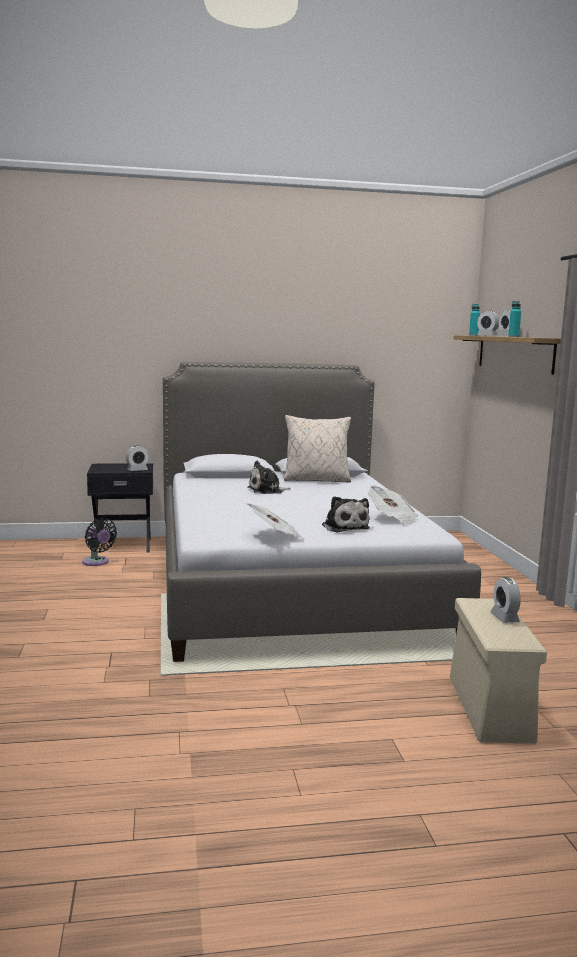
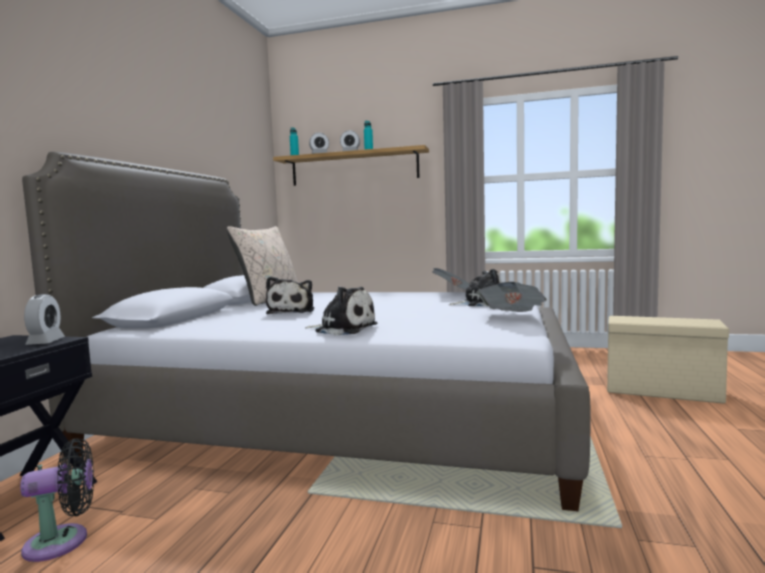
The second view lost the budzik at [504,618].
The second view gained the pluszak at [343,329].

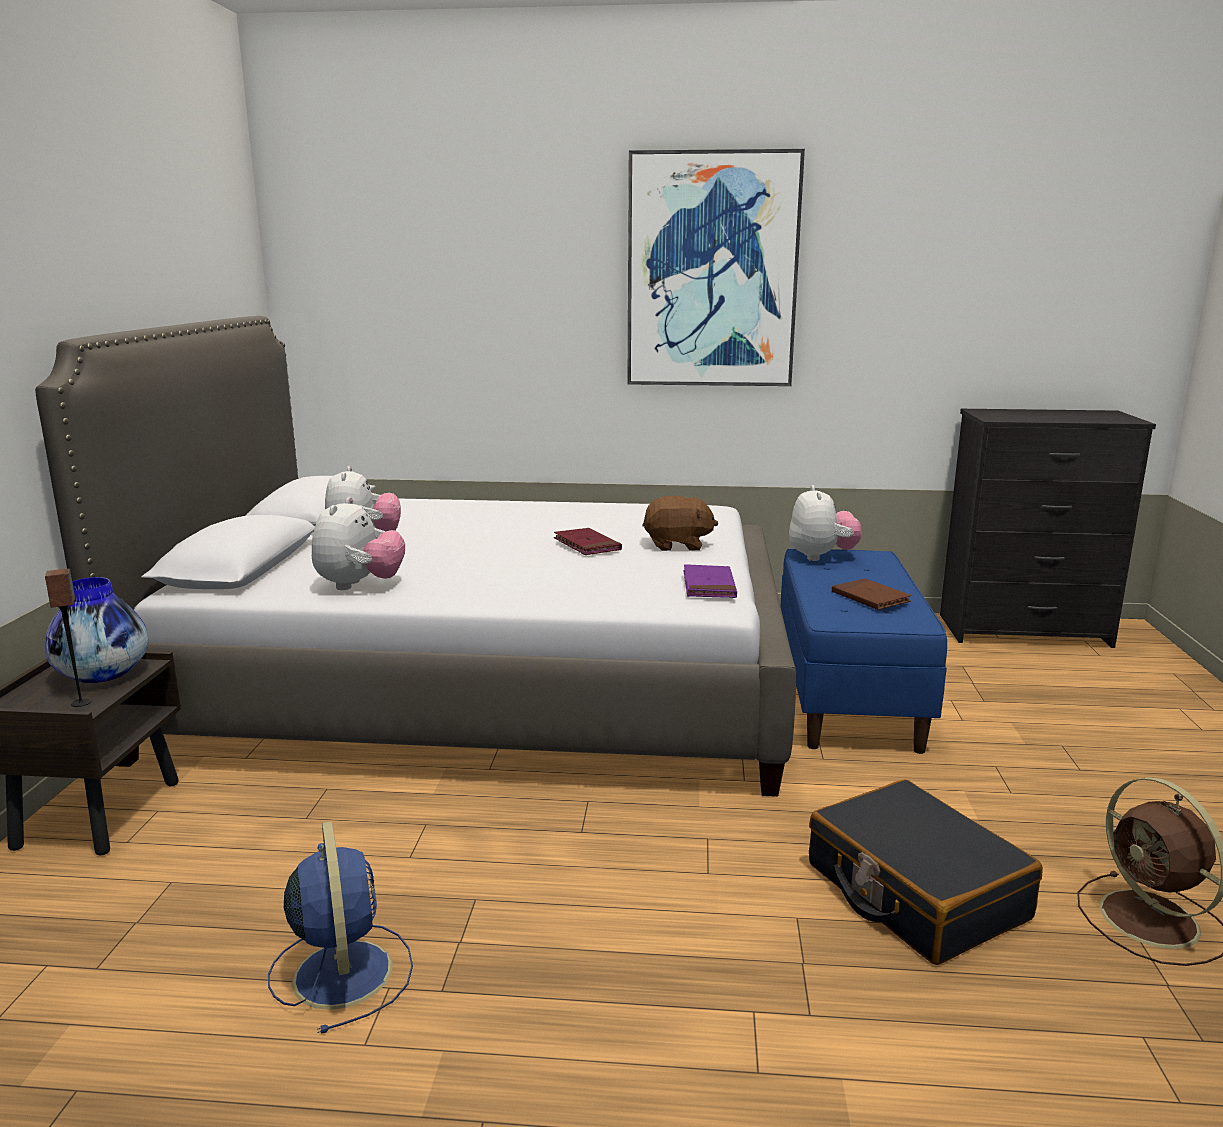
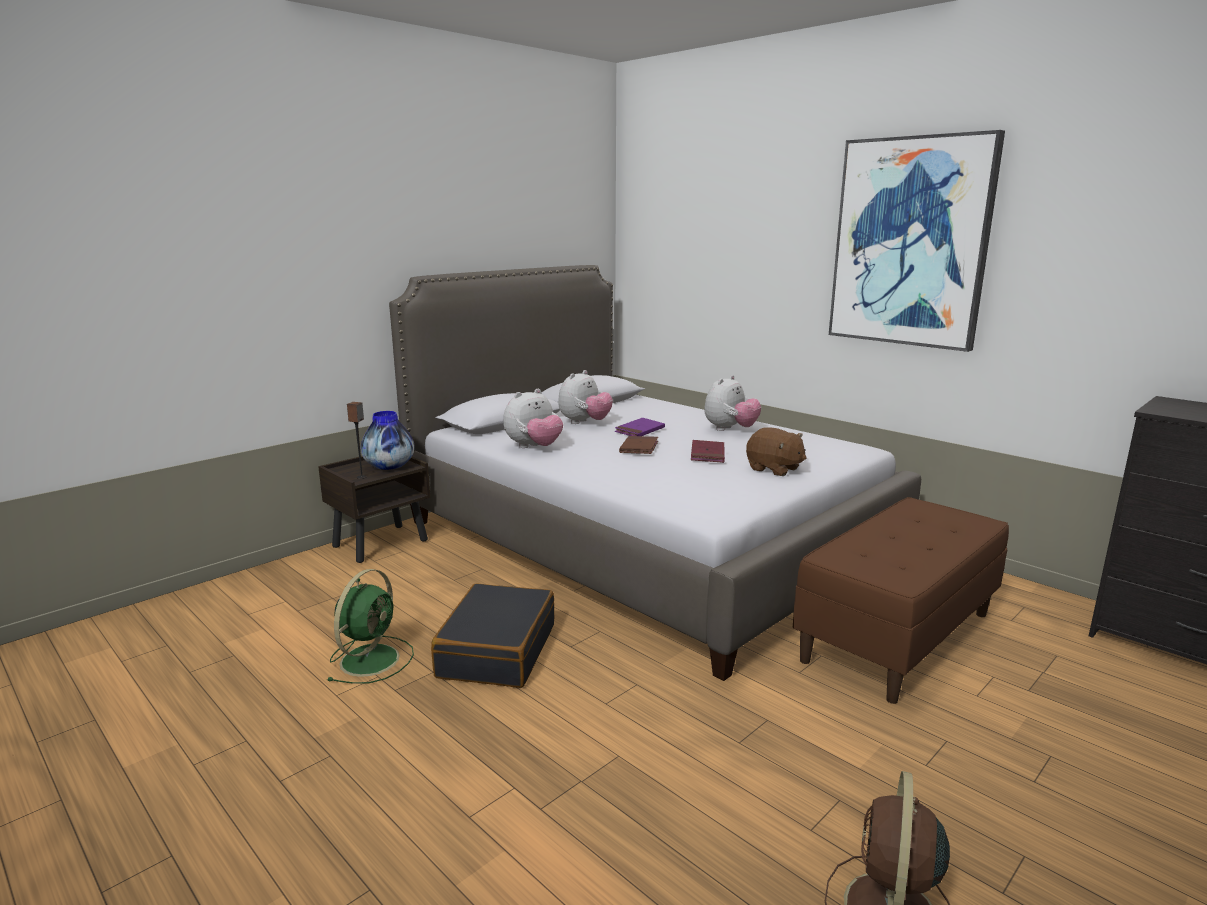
What was the wentylator/niebieski at [342,971] turned into the wentylator/zielony at [371,658].
The książka/fioletowy ended up elsewhere, having gone from [709,585] to [640,430].
What was the ławka/niebieski at [846,693] turned into the ławka/brązowy at [897,636].
The pluszak ended up elsewhere, having gone from [821,557] to [730,429].
The walizka/czarny ended up elsewhere, having gone from [914,892] to [496,650].
The książka/brązowy ended up elsewhere, having gone from [870,598] to [639,448].

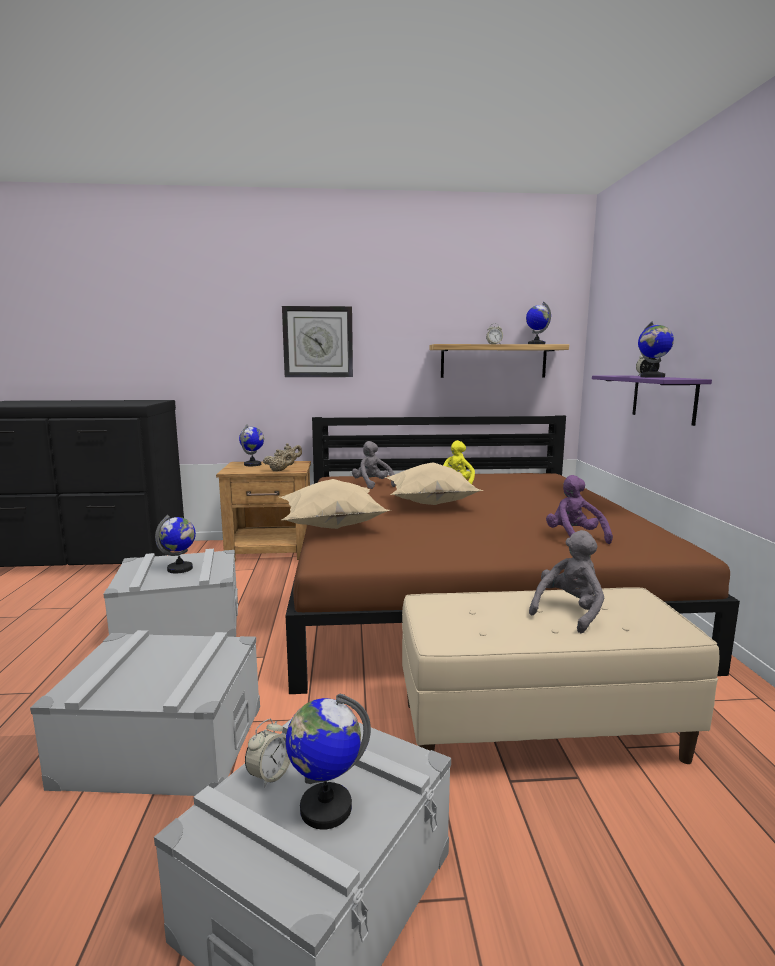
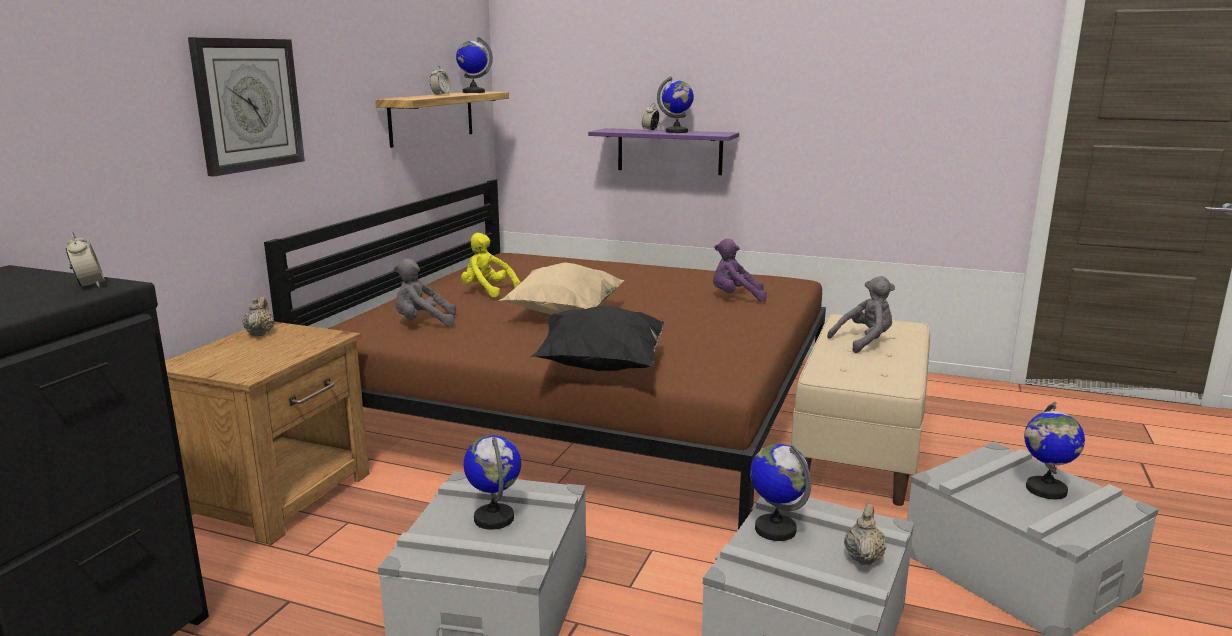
The globus ended up elsewhere, having gone from [253,464] to [775,529].
The budzik ended up elsewhere, having gone from [269,775] to [89,285].
The imbryk/beżowy ended up elsewhere, having gone from [279,471] to [863,557].
What was the poduszka/beżowy at [331,527] turned into the poduszka/czarny at [601,369].
The pluszak/szary at [569,612] ended up facing another way, 90 degrees clockwise from before.

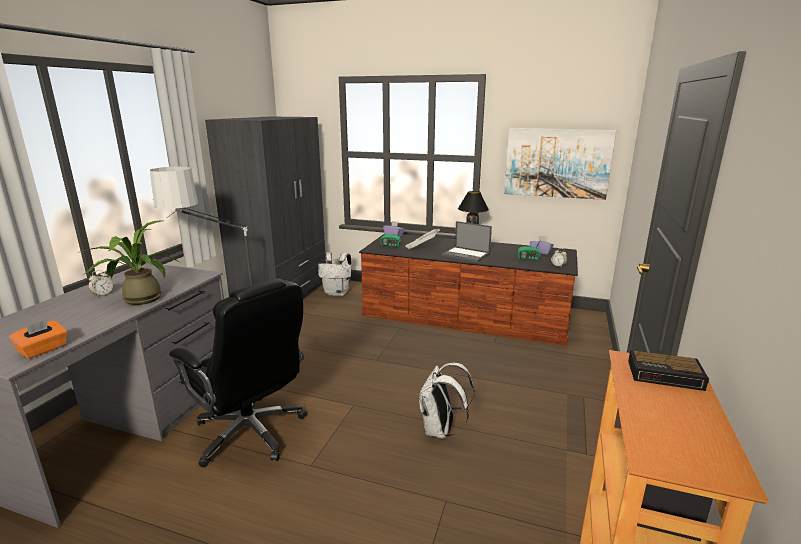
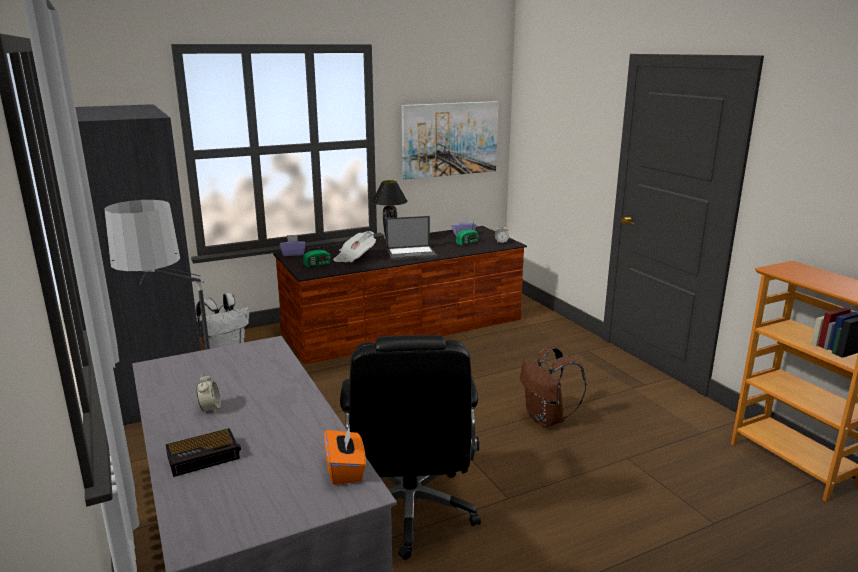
The second view lost the roślina doniczkowa at [138,299].
The krzesło biurowe/czarny at [251,433] ended up facing another way, 90 degrees clockwise from before.
What was the plecak/biały at [440,430] turned into the plecak/brązowy at [547,419].
The budzik ended up elsewhere, having gone from [666,375] to [205,456].

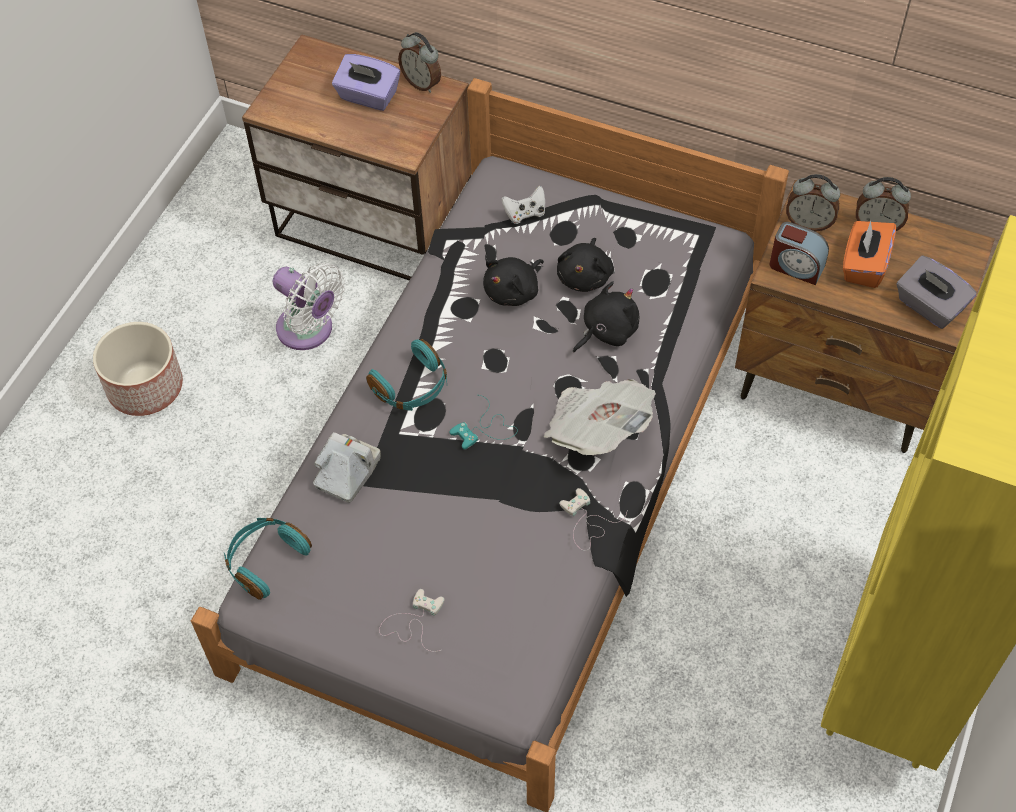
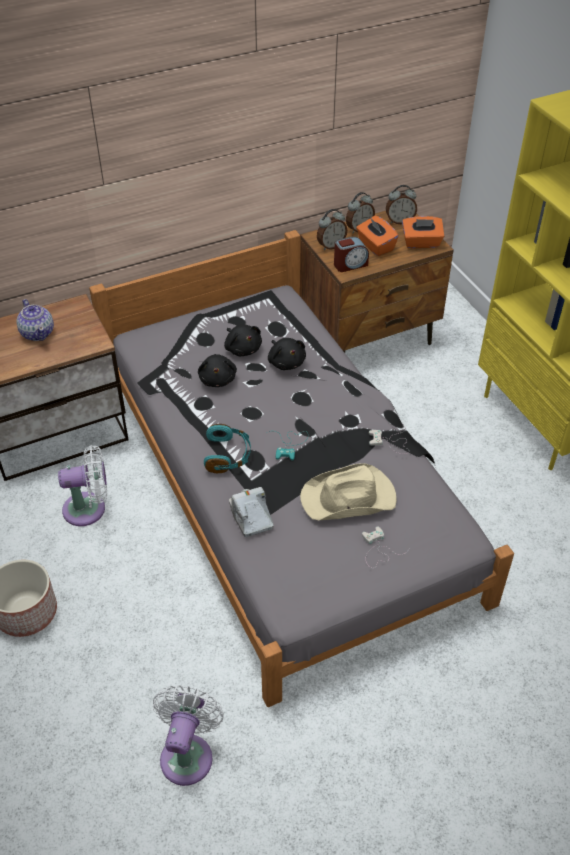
The second view lost the słuchawki/turkusowy at [265,561].
Where the pudełko chusteczek/fioletowy stood at [368,96], the imbryk came to stand at [38,333].
The budzik ended up elsewhere, having gone from [422,83] to [399,221].
The second view lost the pad do gier/biały at [525,213].
The second view lost the gazeta at [597,429].
The pluszak/czarny at [606,331] ended up facing another way, 150 degrees clockwise from before.
What was the pudełko chusteczek/szary at [929,306] turned into the pudełko chusteczek/pomarańczowy at [421,243].
The second view gained the wentylator/biały at [188,753].
The second view gained the kapelusz/beżowy at [349,498].

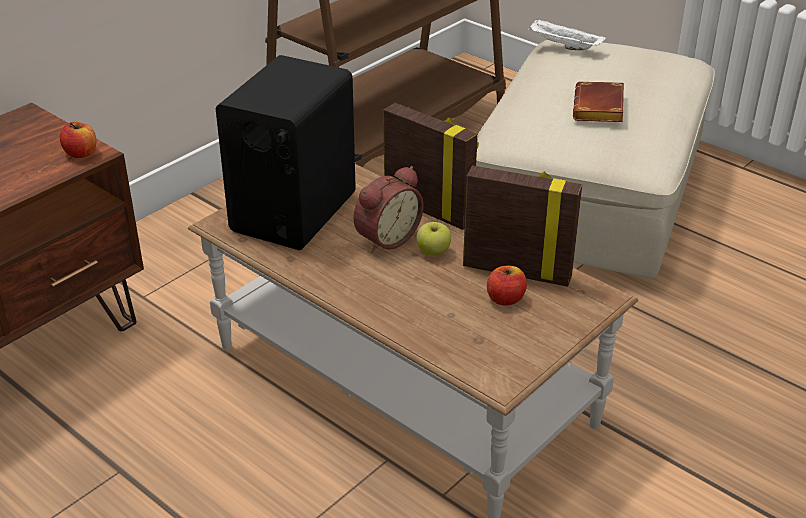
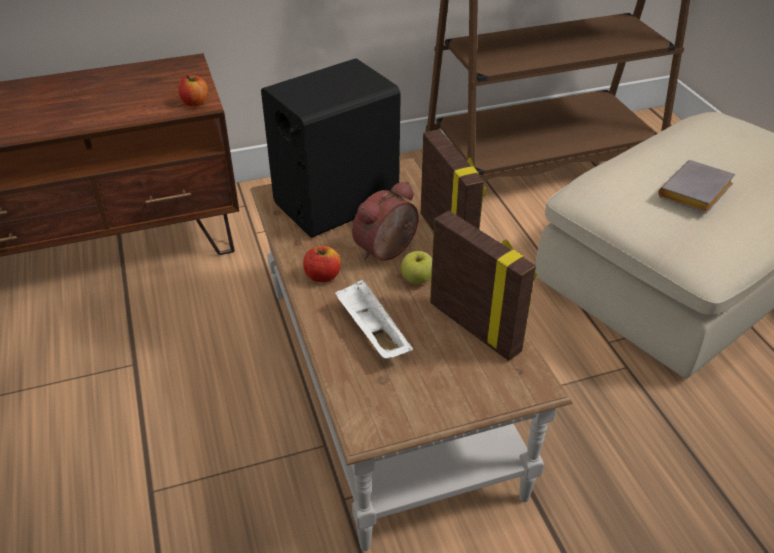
The budzik at [386,238] ended up facing another way, 150 degrees clockwise from before.
The jabłko ended up elsewhere, having gone from [505,299] to [323,276].
The taca/biały ended up elsewhere, having gone from [563,46] to [371,332].
What was the książka/brązowy at [600,109] turned into the książka/szary at [696,194].

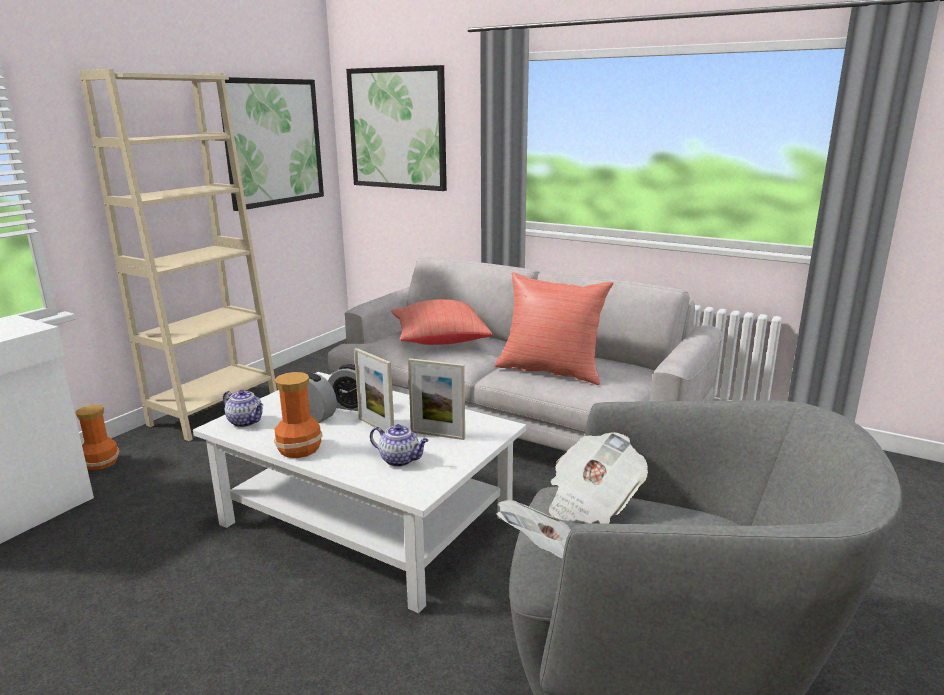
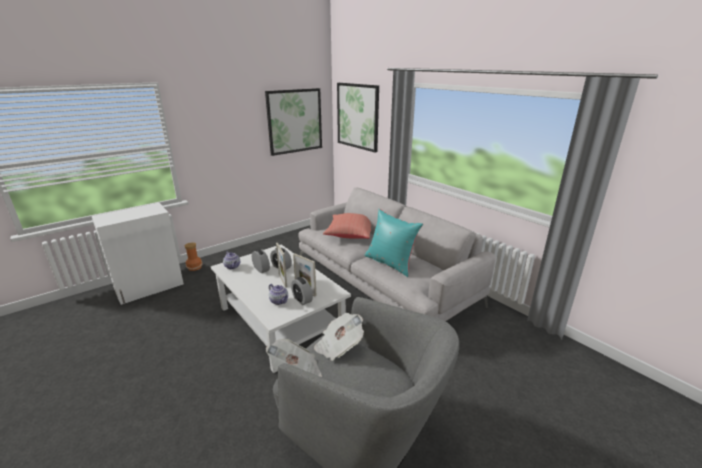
The second view lost the regał/beżowy at [214,411].
The second view lost the wazon at [299,449].
What was the poduszka/czerwony at [551,370] turned into the poduszka/turkusowy at [390,263].
The second view gained the budzik at [302,299].

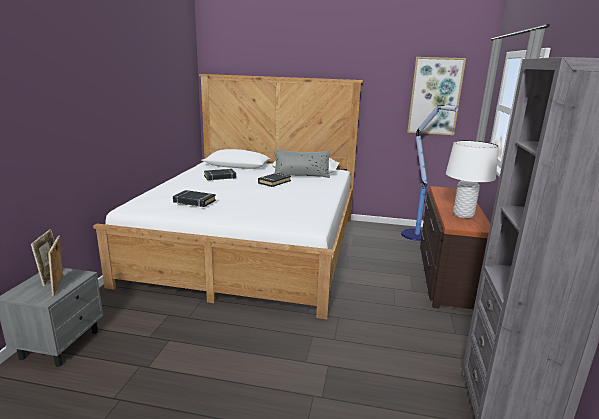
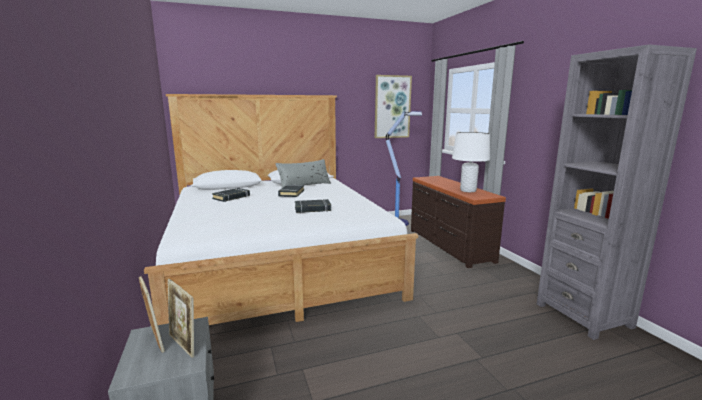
The książka/czarny ended up elsewhere, having gone from [194,201] to [312,209].

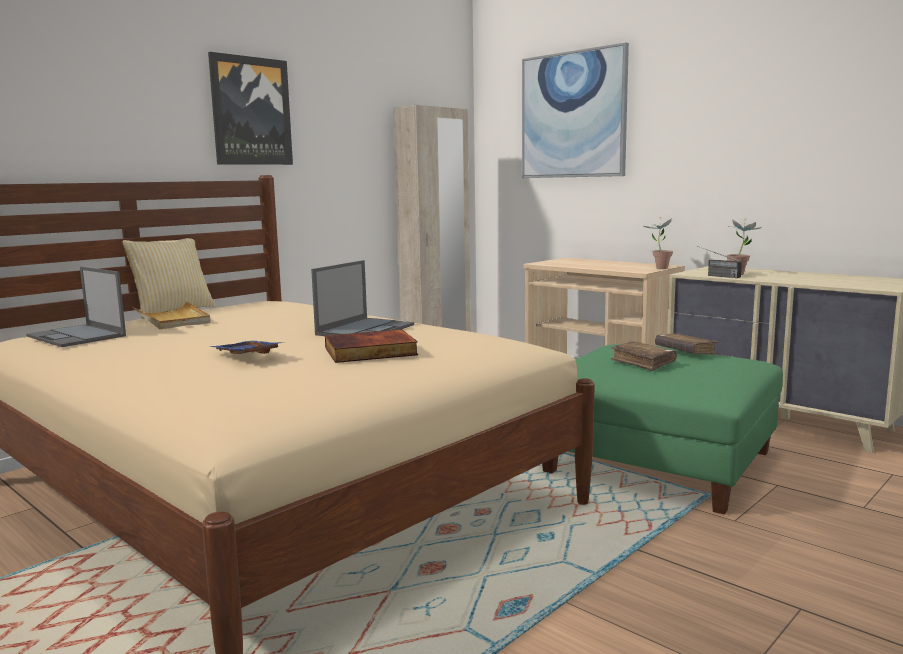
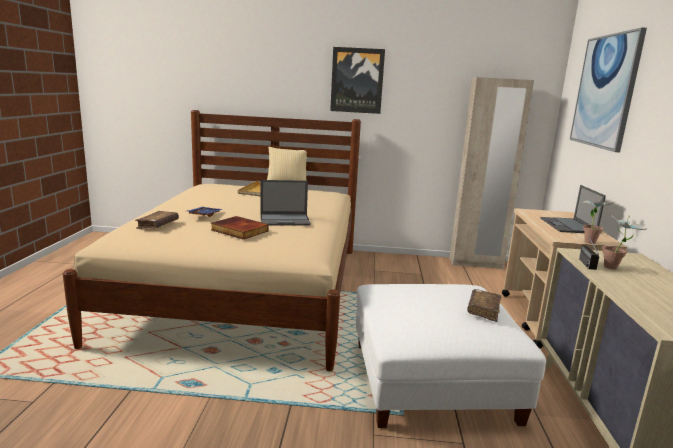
The laptop ended up elsewhere, having gone from [77,336] to [568,226].
What was the pufa/zielony at [657,462] turned into the pufa/biały at [430,380].
The książka/brązowy ended up elsewhere, having gone from [643,363] to [157,225].

